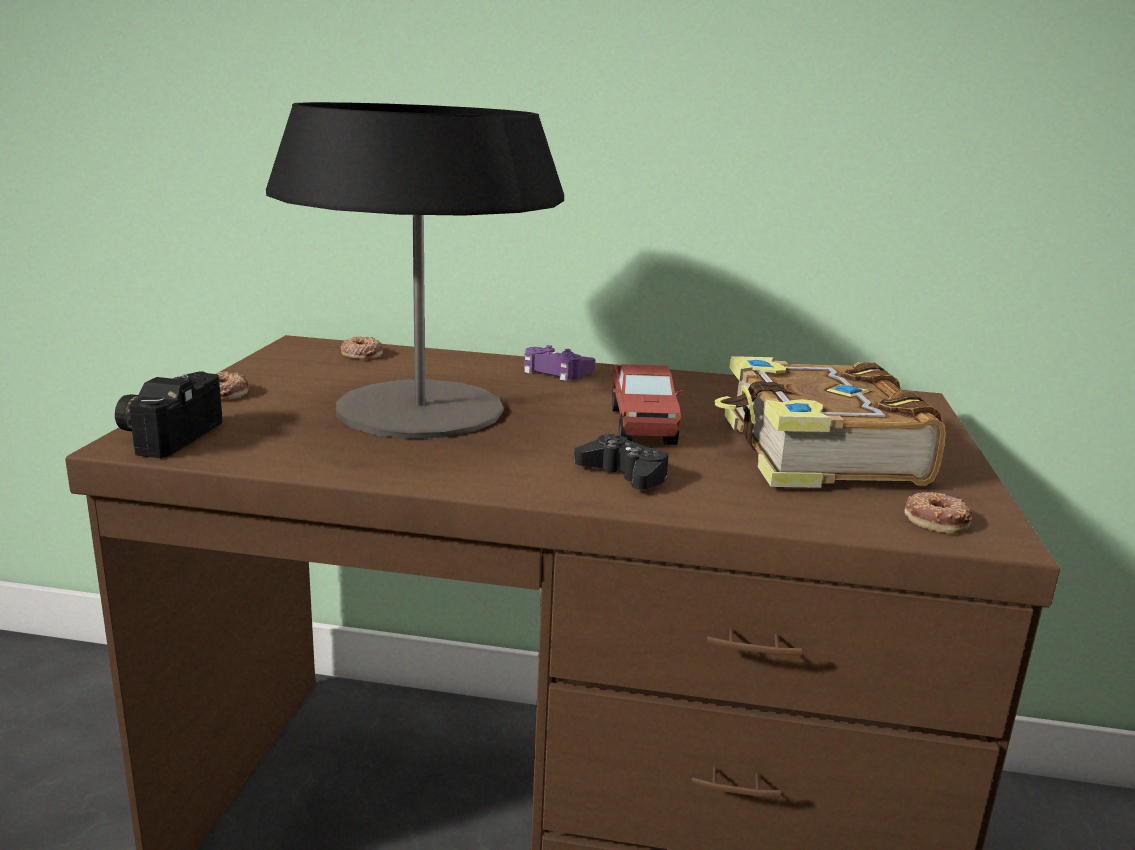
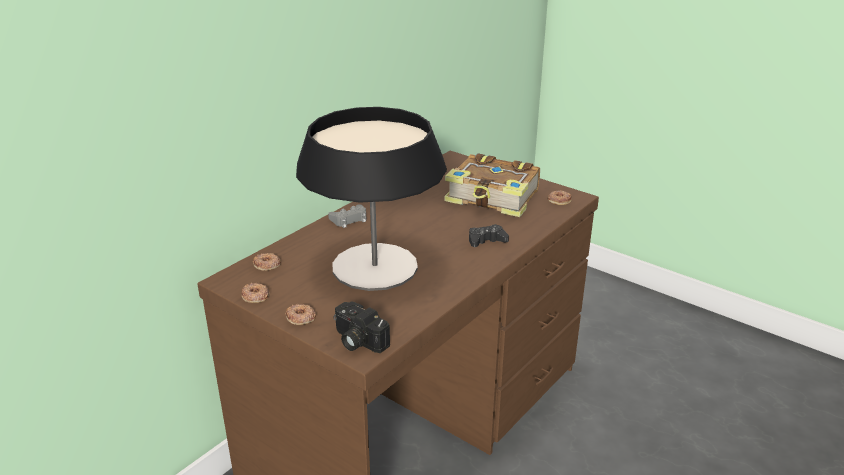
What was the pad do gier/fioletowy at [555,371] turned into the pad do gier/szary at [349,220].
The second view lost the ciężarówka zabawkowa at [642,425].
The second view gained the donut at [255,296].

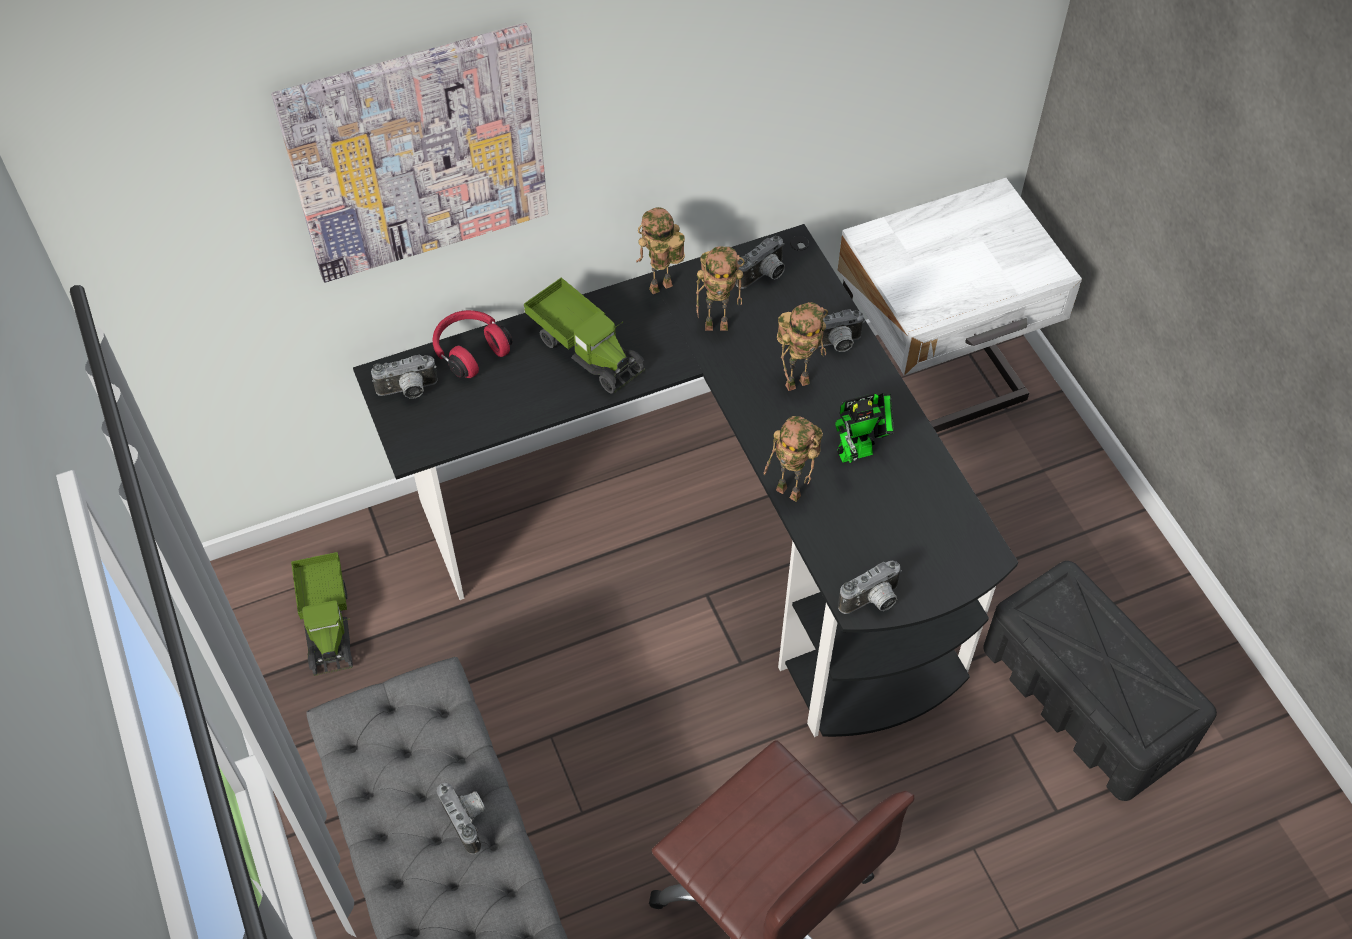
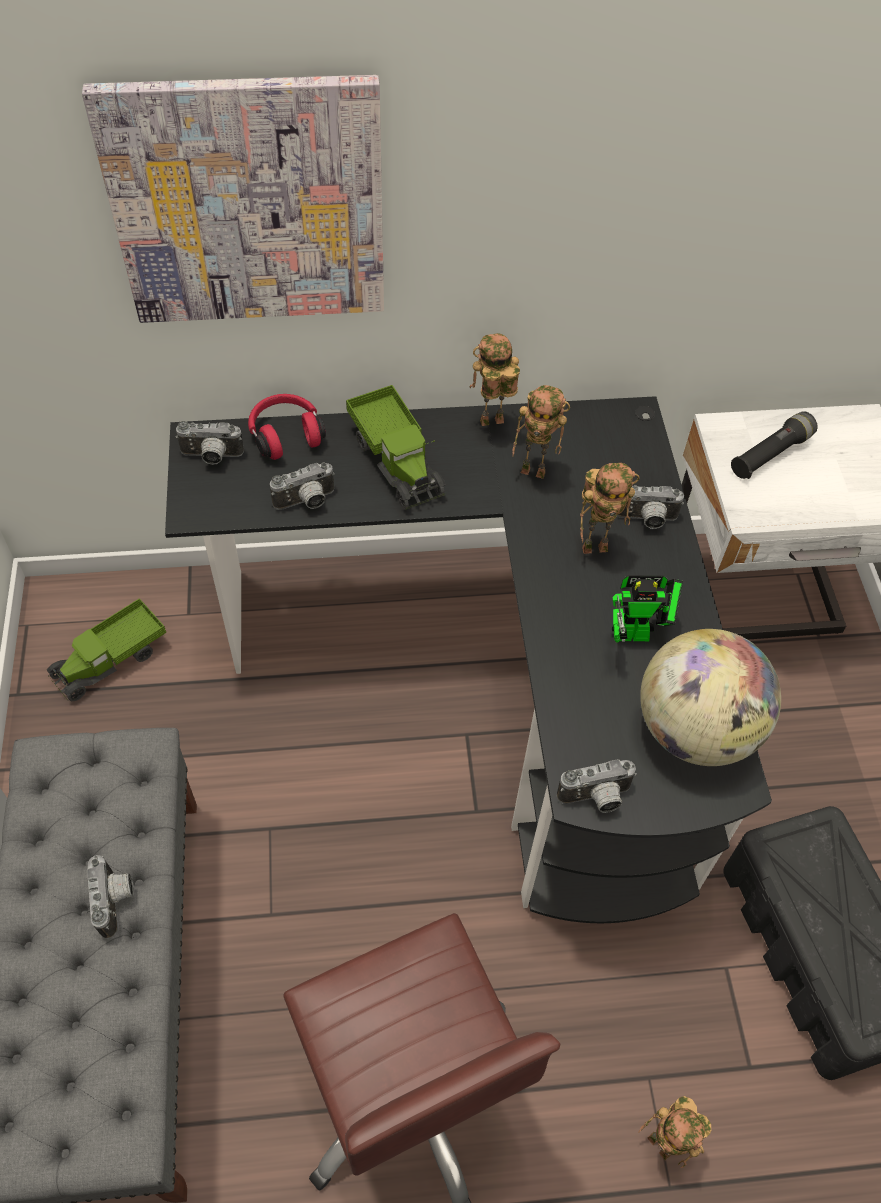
The ciężarówka zabawkowa at [328,622] ended up facing another way, 45 degrees clockwise from before.
The aparat fotograficzny ended up elsewhere, having gone from [764,276] to [306,502].
The robot zabawkowy ended up elsewhere, having gone from [791,491] to [663,1145].
The second view gained the globus at [695,729].
The second view gained the latarka/czarny at [770,454].

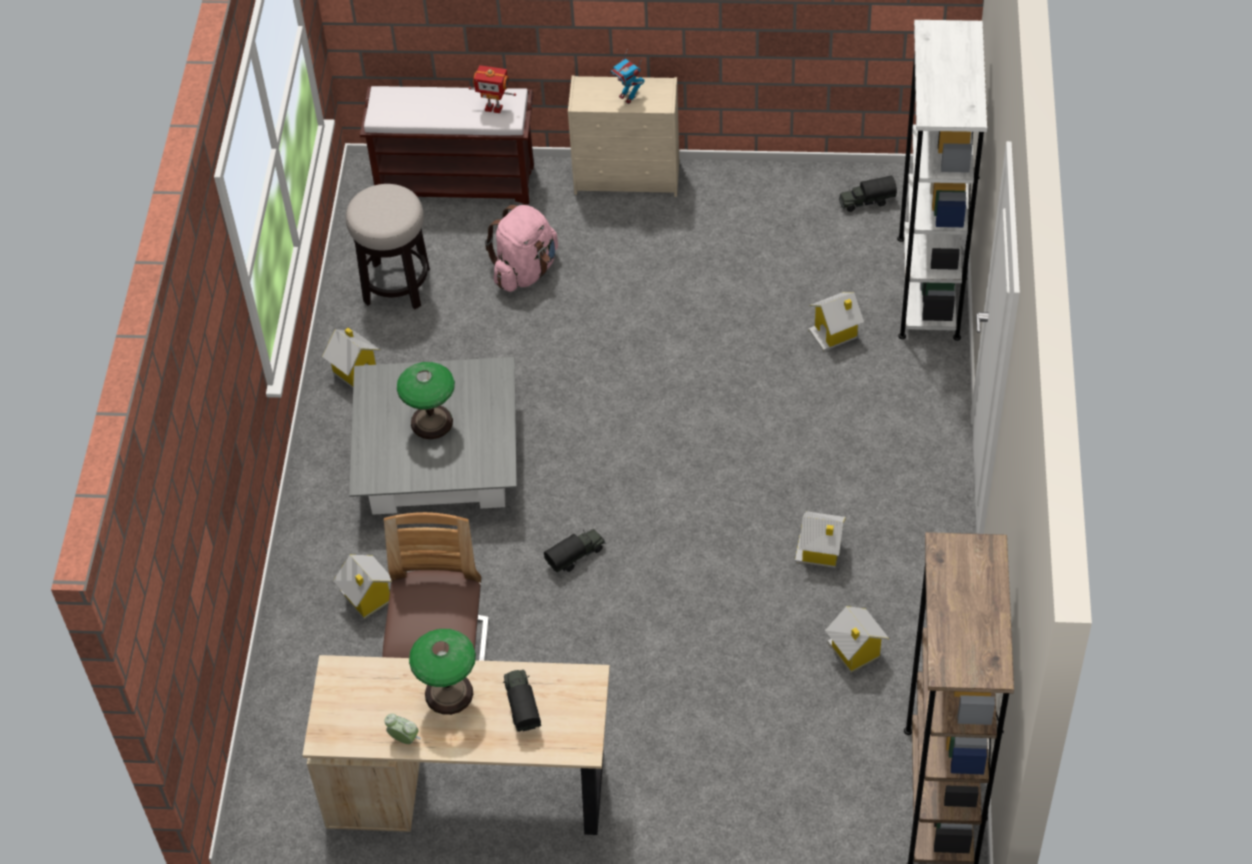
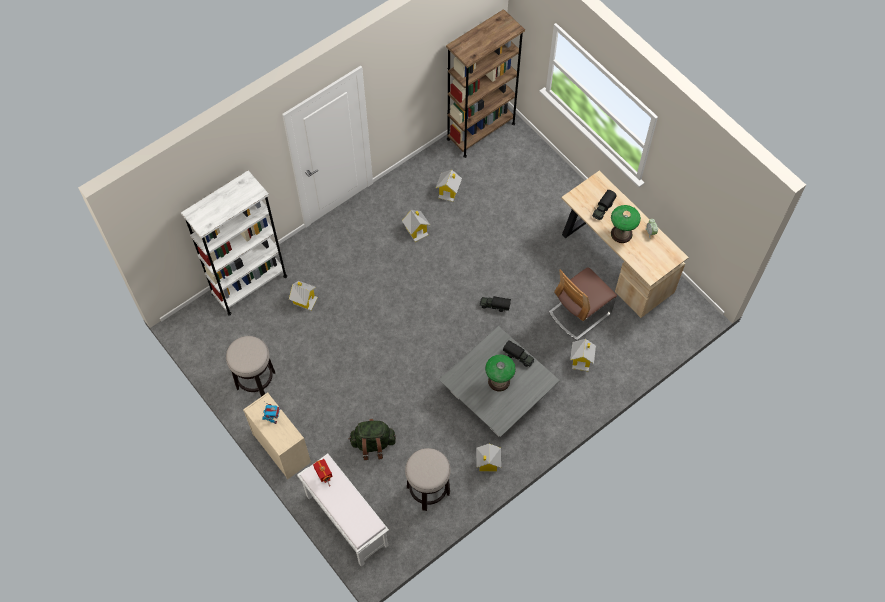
What was the ławka/brązowy at [457,182] turned into the ławka/biały at [346,520].
What was the plecak/różowy at [525,270] turned into the plecak/zielony at [373,444].
The ciężarówka zabawkowa ended up elsewhere, having gone from [866,201] to [518,357].
The second view gained the stołek at [255,379].

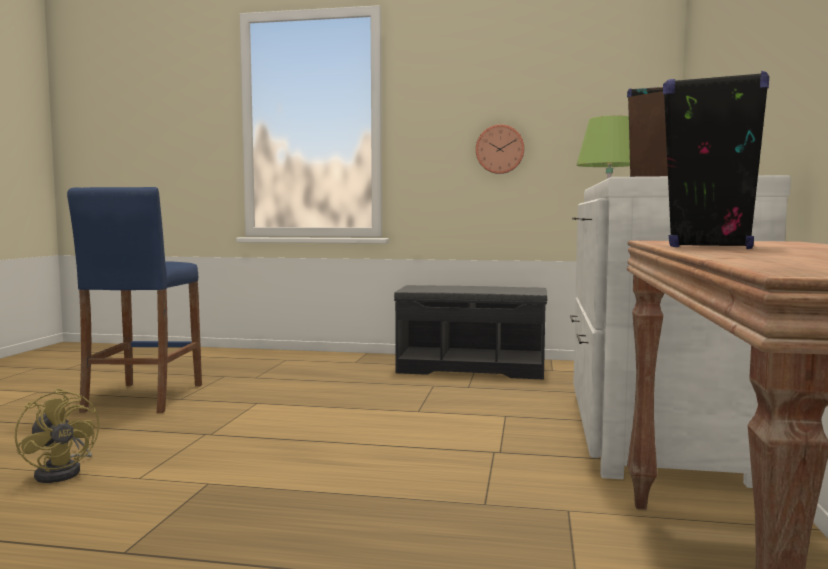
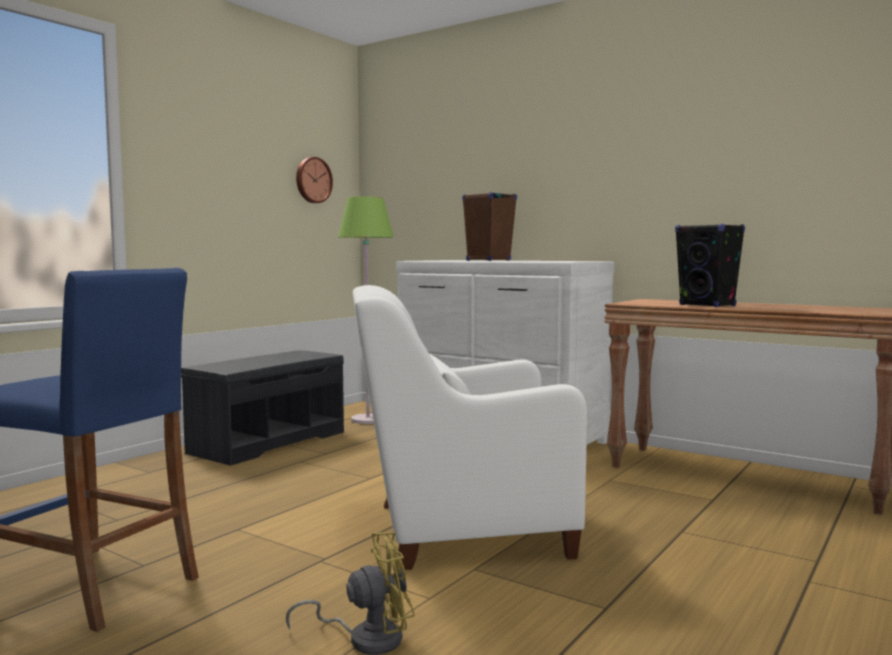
The zegar ścienny ended up elsewhere, having gone from [500,149] to [312,180].
The second view gained the fotel/biały at [459,530].

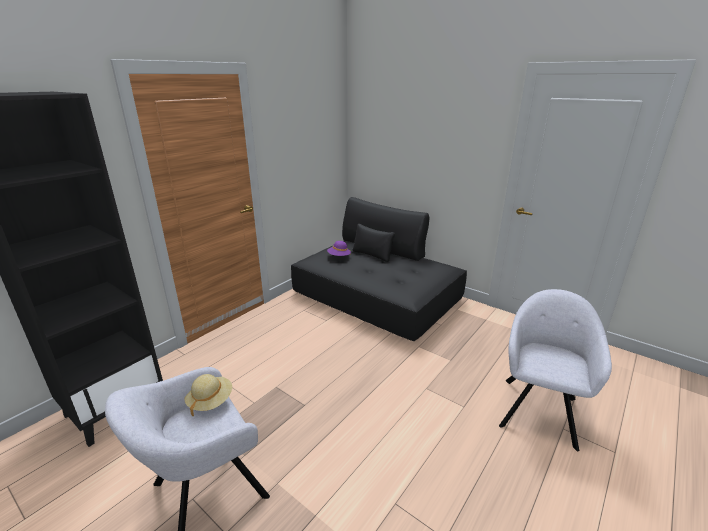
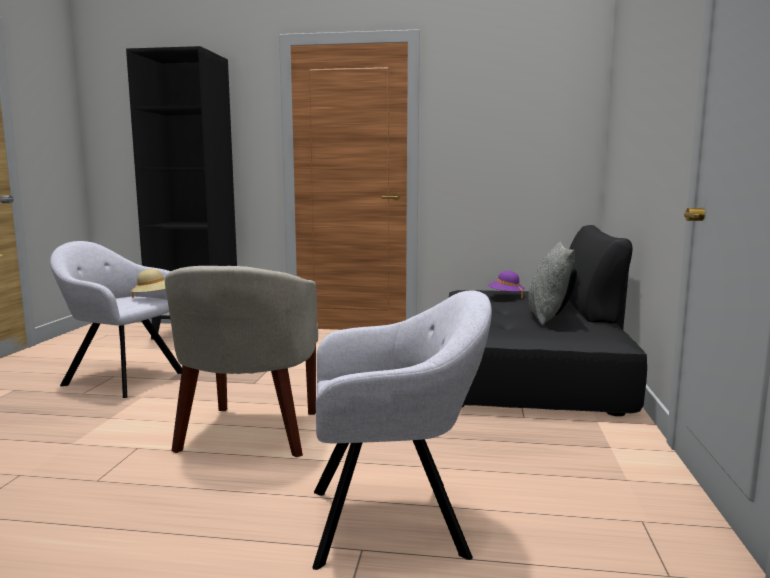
The second view gained the fotel/beżowy at [250,434].
The second view gained the poduszka/szary at [547,317].

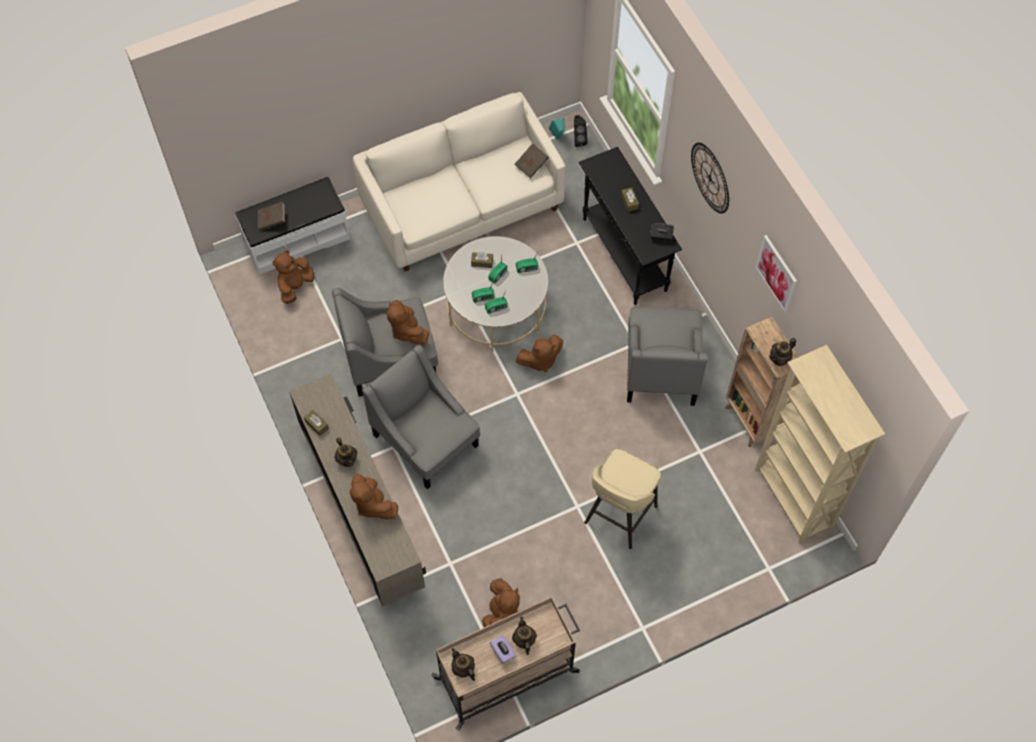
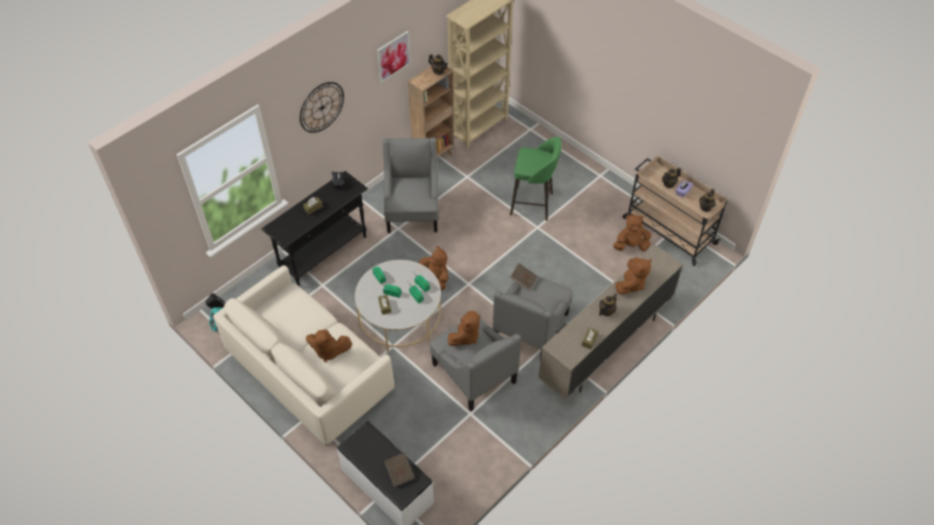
The pluszak/brązowy ended up elsewhere, having gone from [295,286] to [328,351].
The książka/brązowy ended up elsewhere, having gone from [531,165] to [523,280].
What was the stołek/beżowy at [619,516] turned into the stołek/zielony at [533,204].
The fotel/szary at [661,368] ended up facing another way, 75 degrees counterclockwise from before.

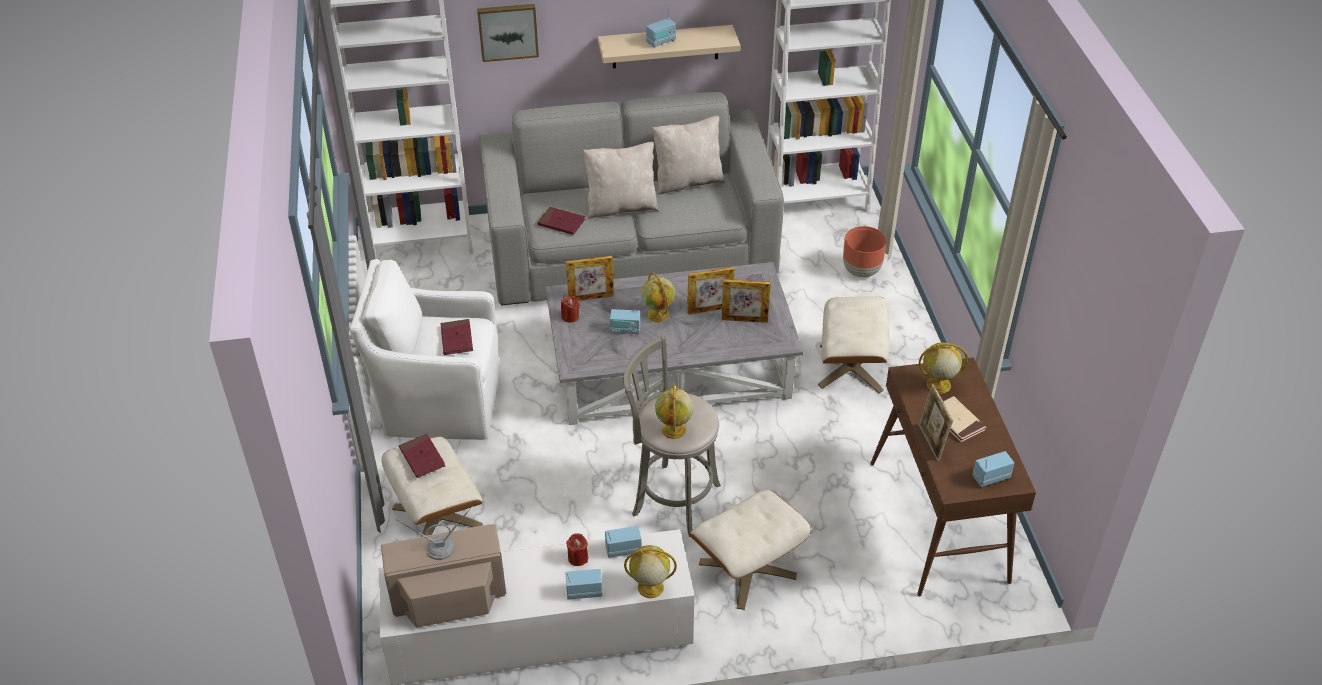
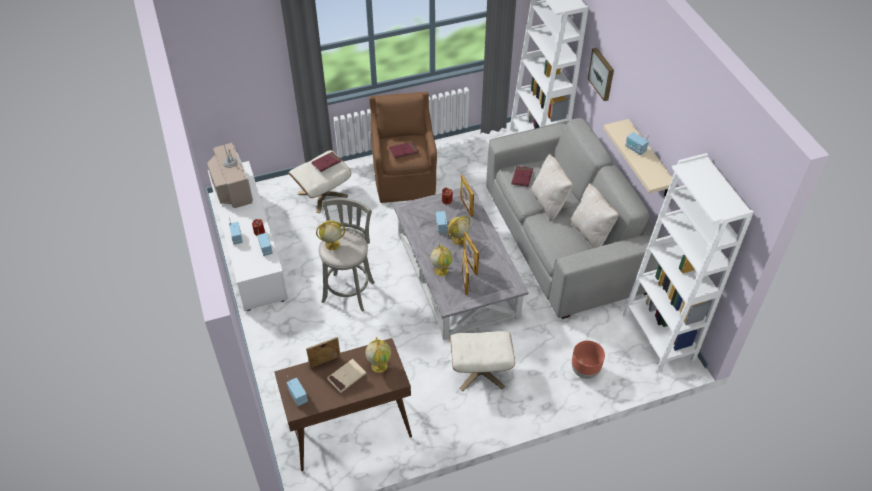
What was the fotel/biały at [439,402] turned into the fotel/brązowy at [404,178].
The globus ended up elsewhere, having gone from [649,588] to [441,270].
The second view lost the pufa/beżowy at [747,570].

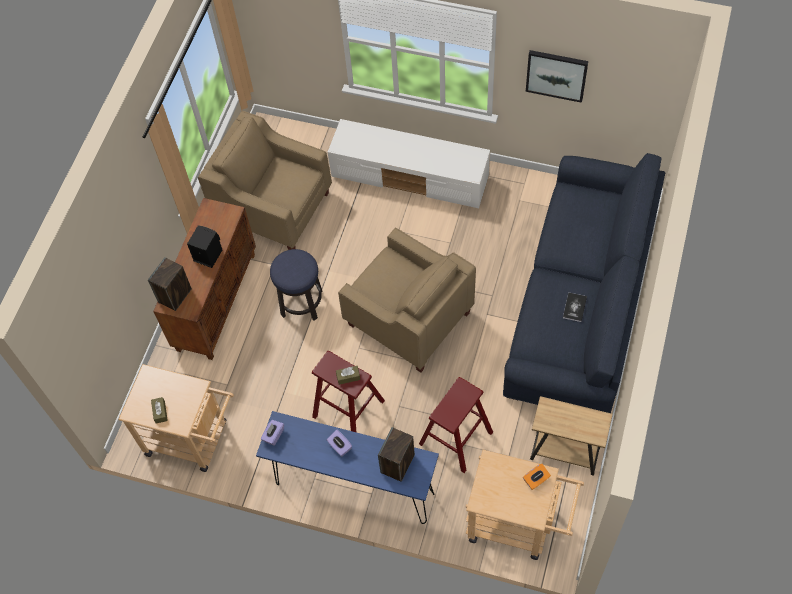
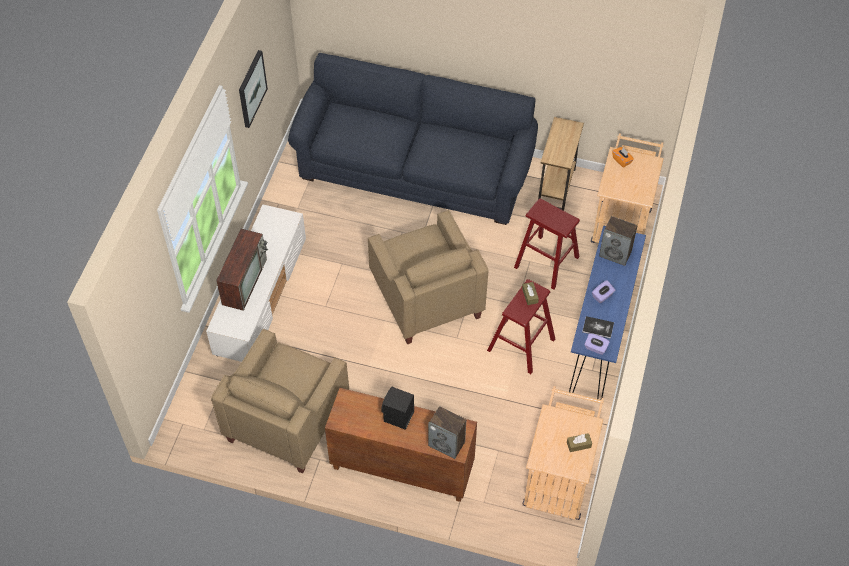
The second view lost the stołek at [301,303].
The fotel/beżowy at [408,319] ended up facing another way, 120 degrees clockwise from before.
The książka ended up elsewhere, having gone from [574,307] to [598,327].
The second view gained the telewizor at [244,280].

